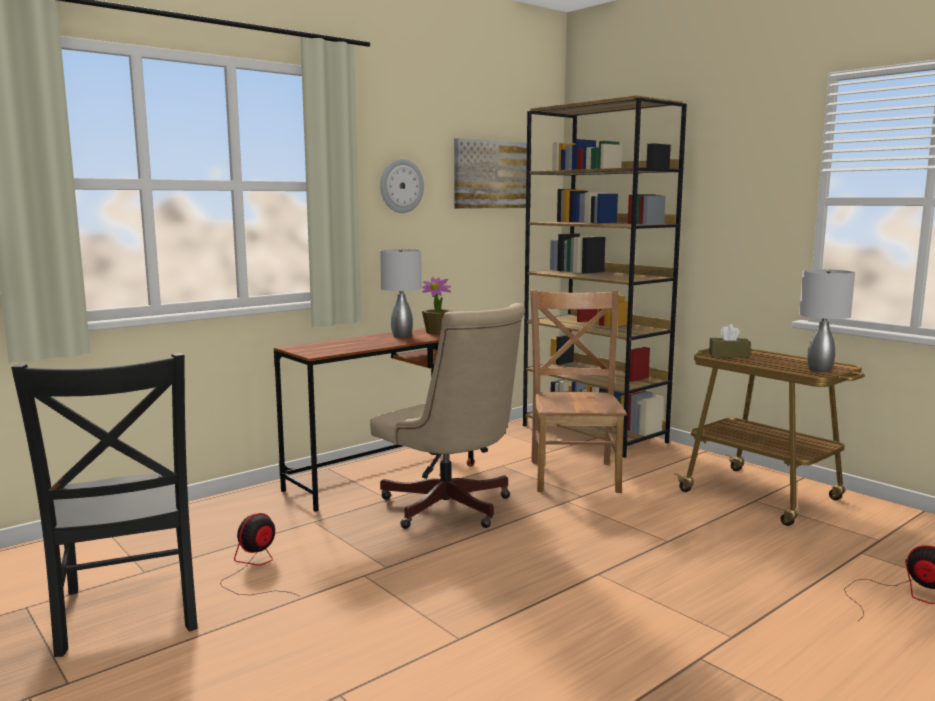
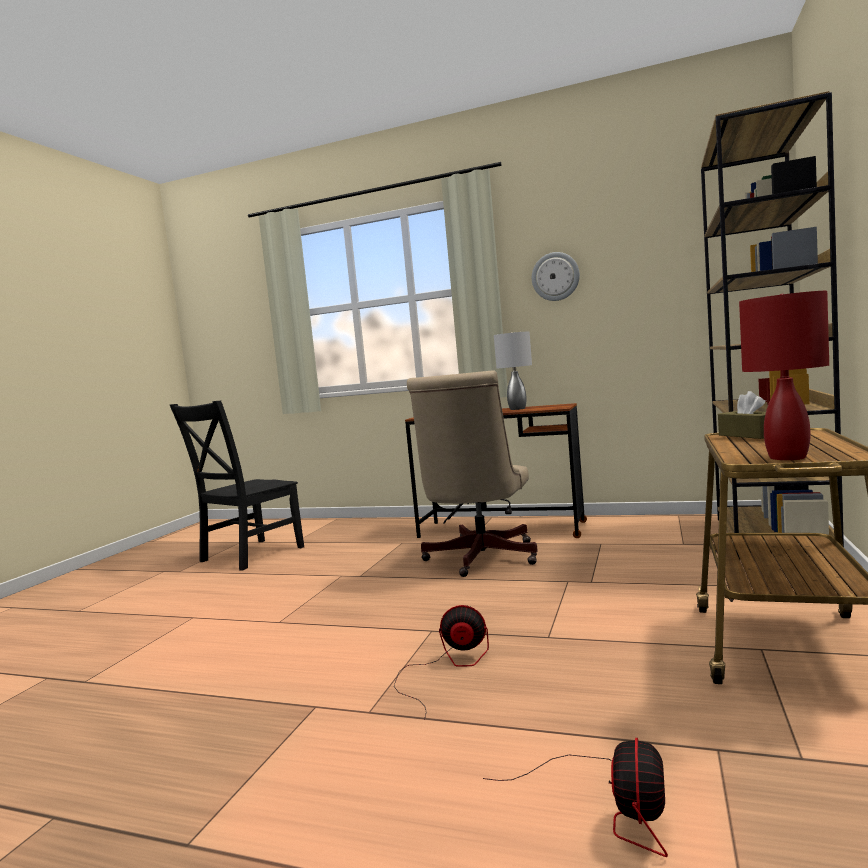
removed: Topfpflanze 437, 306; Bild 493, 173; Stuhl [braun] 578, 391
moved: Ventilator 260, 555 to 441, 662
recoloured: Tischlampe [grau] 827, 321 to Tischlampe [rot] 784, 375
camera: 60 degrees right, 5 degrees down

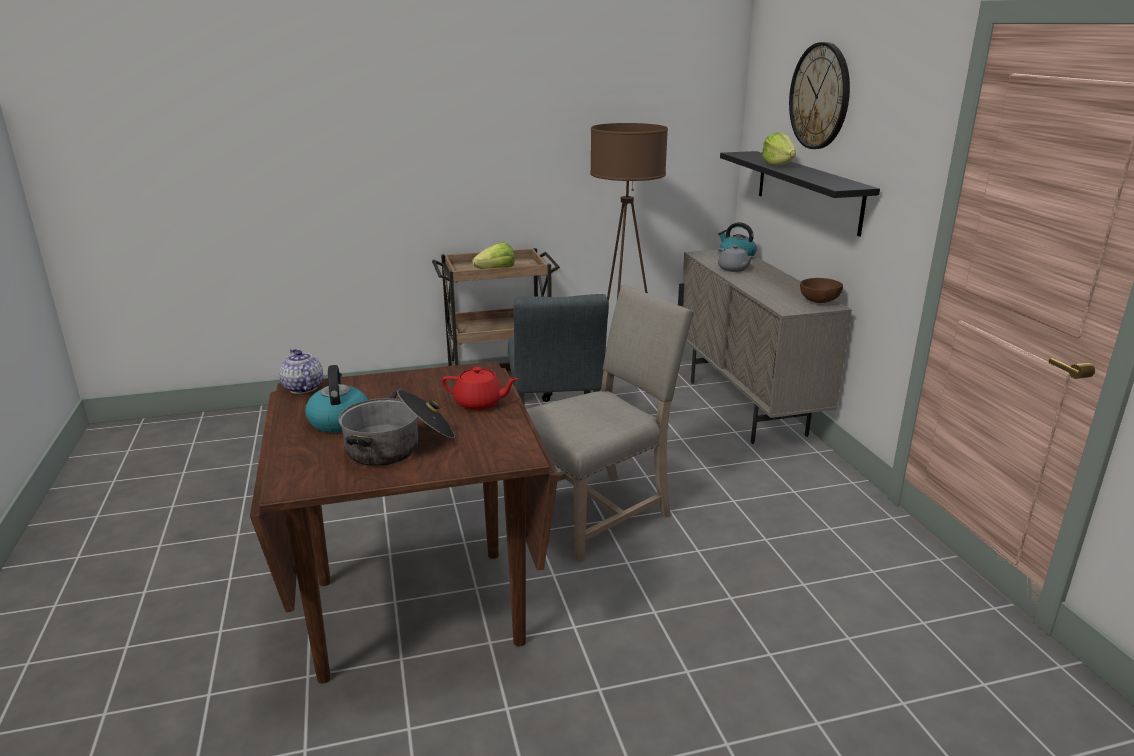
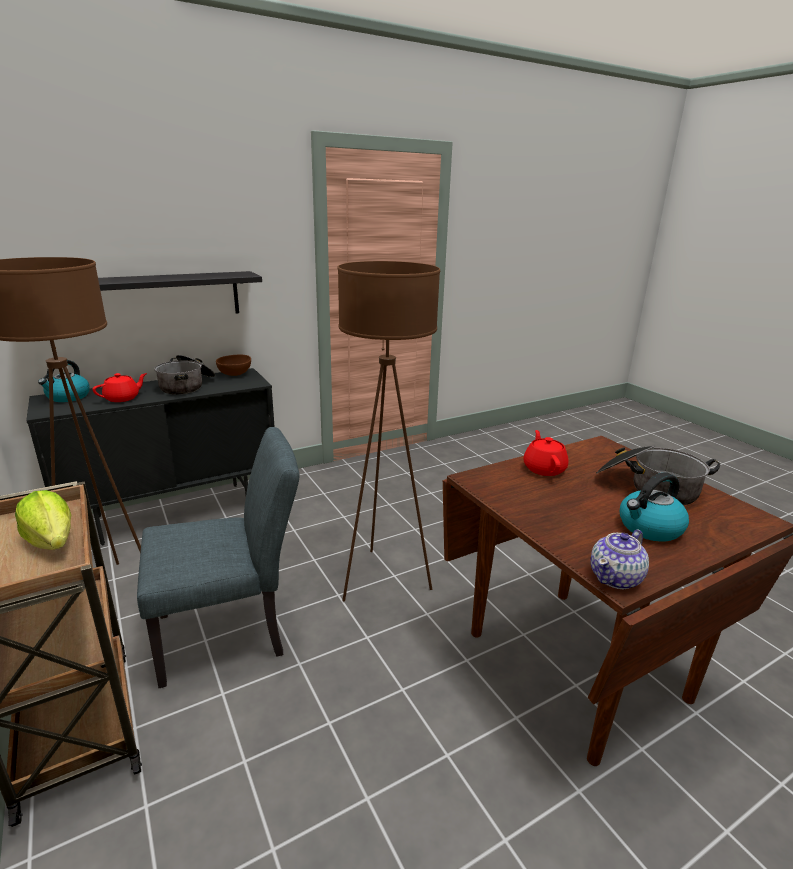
removed: Salatkopf 779, 149; Wanduhr 819, 95
added: Kochtopf 184, 375
replaced: Stuhl [beige] 610, 423 to Stehlampe [braun] 388, 431
recoloured: Schrank [beige] 765, 347 to Schrank [schwarz] 150, 456; Teekanne [grau] 736, 258 to Teekanne [rot] 119, 387
camera: 105 degrees left, 0 degrees up

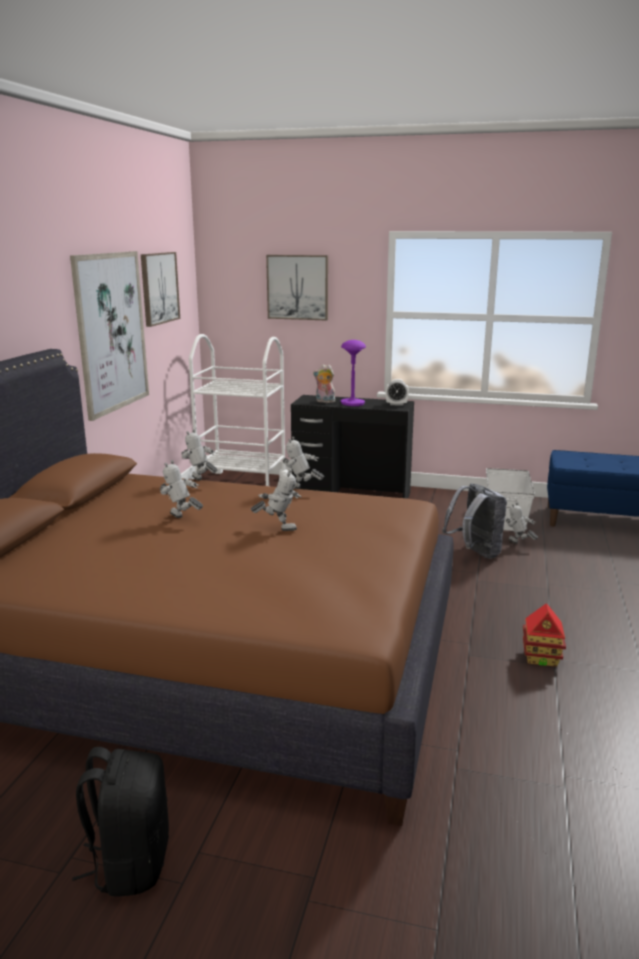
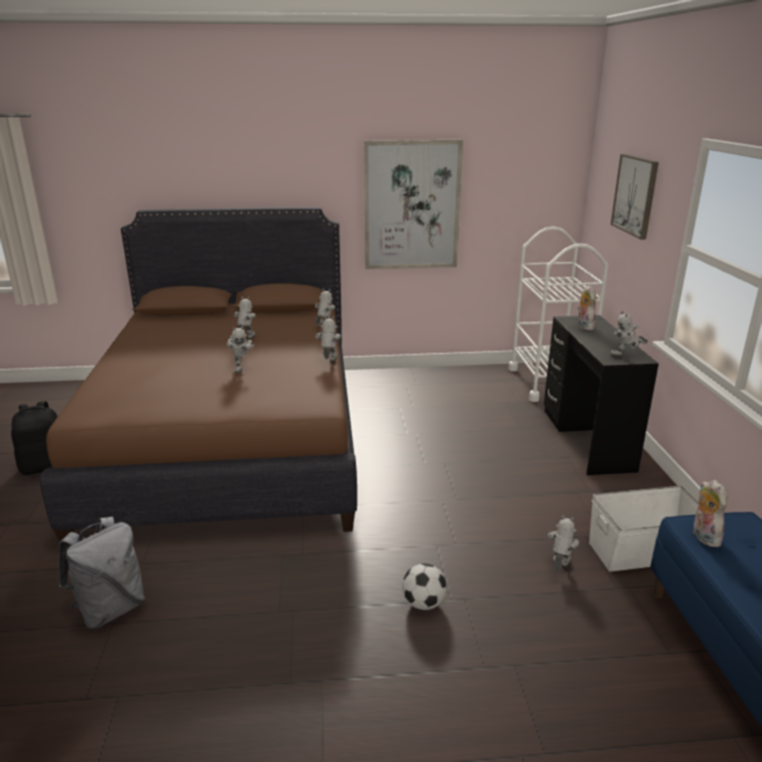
removed: Bild 160, 289; Tischlampe [lila] 353, 373; Spielzeughaus 544, 635
added: Fußball 424, 586; Plüschtier 710, 513
moved: Rucksack [grau] 474, 521 to 102, 573
replaced: Wecker 397, 392 to Spielzeugroboter 629, 334
camera: 70 degrees right, 5 degrees up

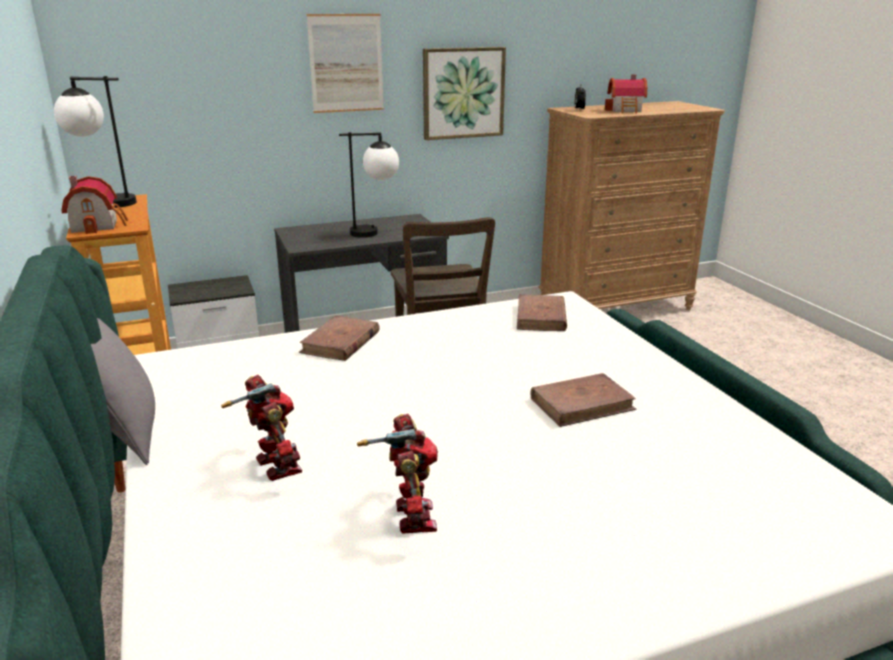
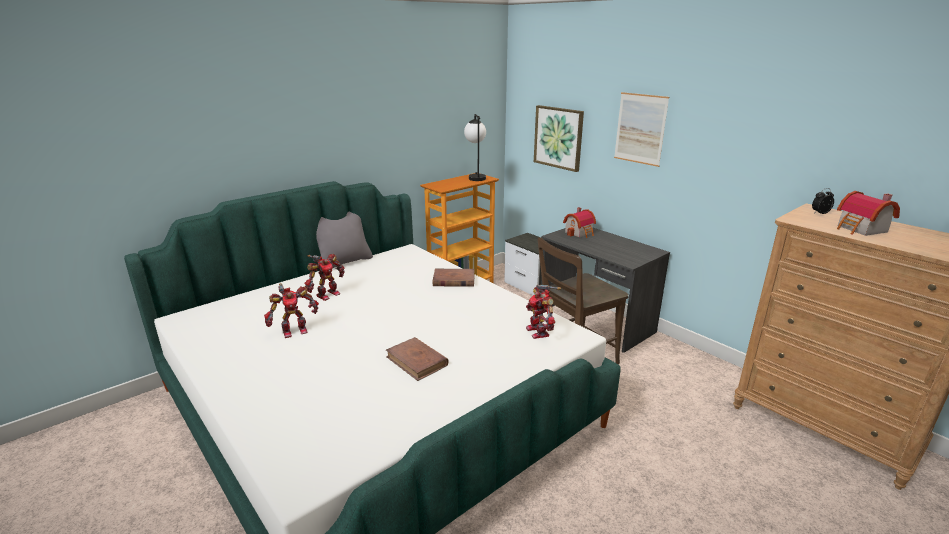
removed: Tischlampe 369, 185
moved: Bild 464, 93 to 559, 138; Spielzeughaus 95, 205 to 579, 222
replaced: Buch [braun] 542, 312 to Spielzeugroboter 543, 312
camera: 70 degrees right, 0 degrees up

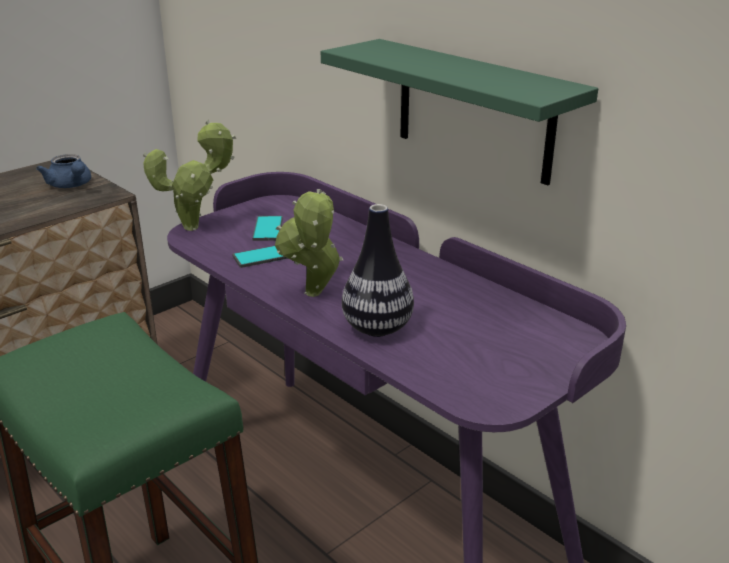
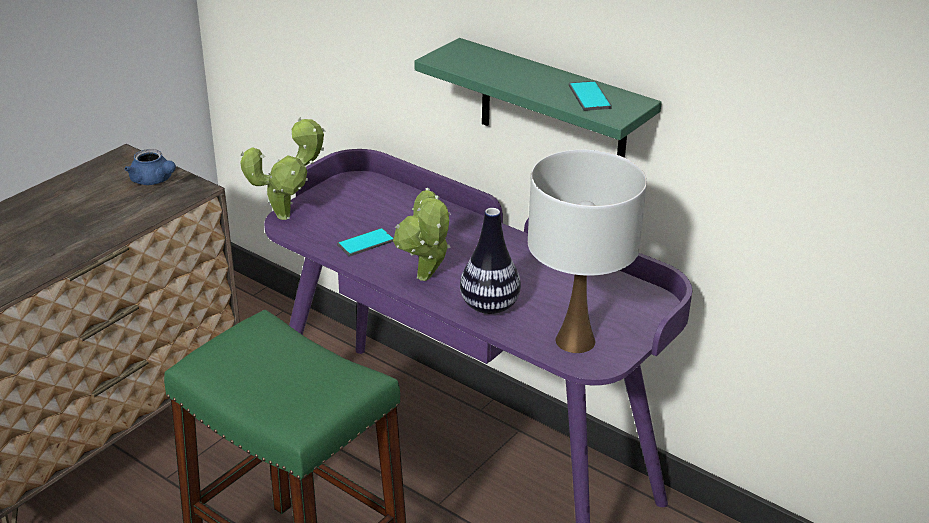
added: Tischlampe [weiß] 587, 251
moved: Handy 267, 228 to 590, 96
camera: 10 degrees left, 5 degrees up

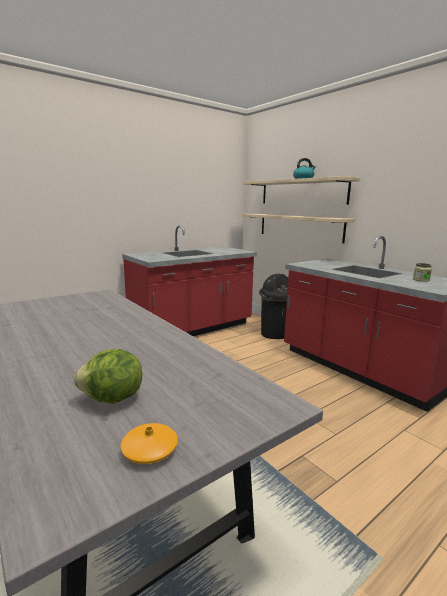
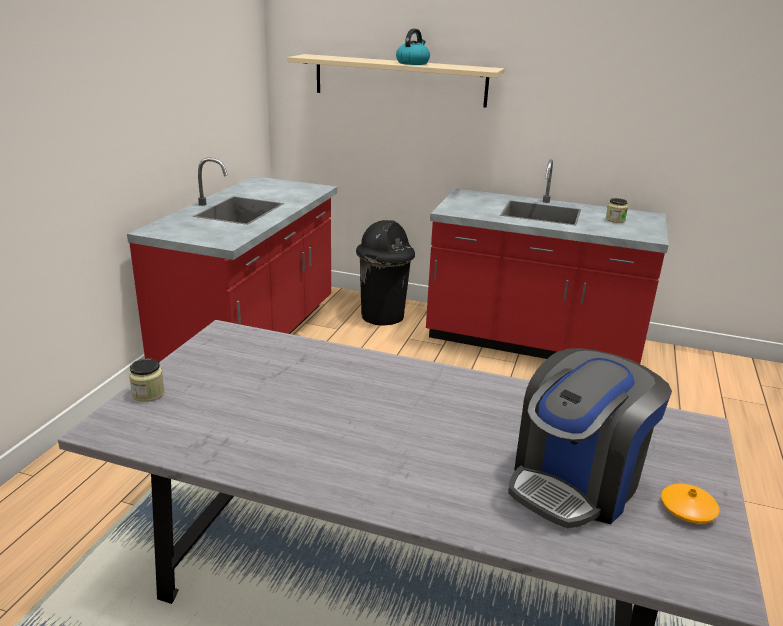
removed: Wandregal [beige] 298, 228
added: Vorratsglas 147, 380
replaced: Salatkopf 108, 376 to Kaffeemaschine 590, 438
camera: 35 degrees left, 10 degrees up

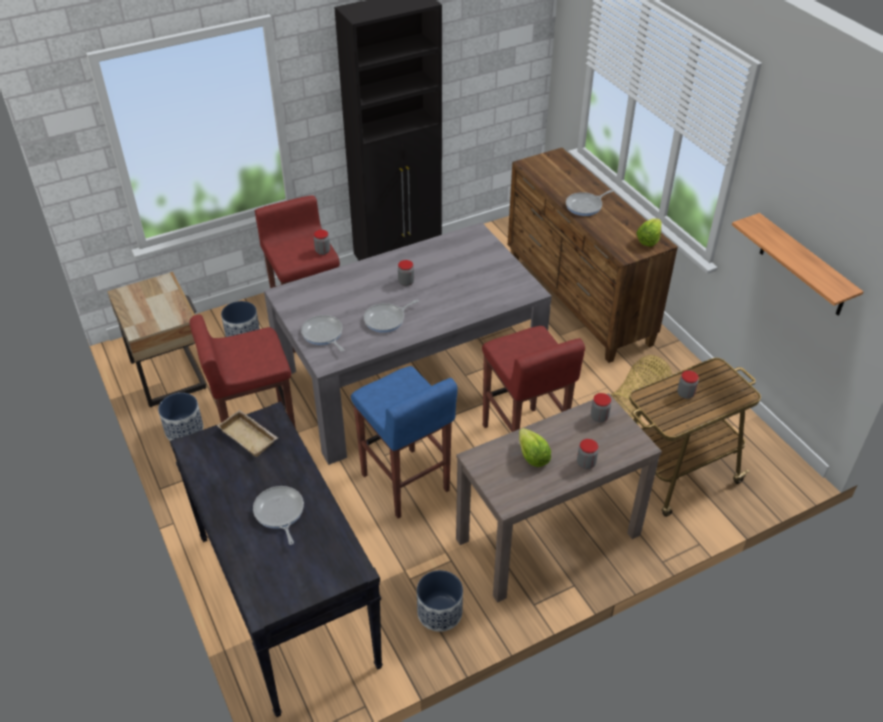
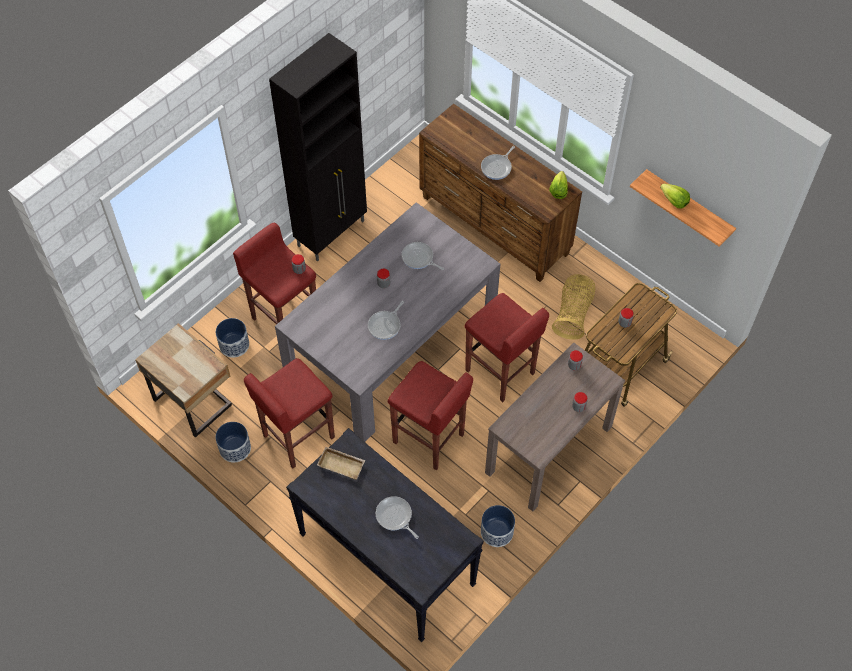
moved: Pfanne 322, 333 to 423, 256; Salatkopf 535, 447 to 675, 196
recoloured: Hocker [blau] 404, 442 to Hocker [rot] 430, 415
camera: 20 degrees left, 15 degrees up

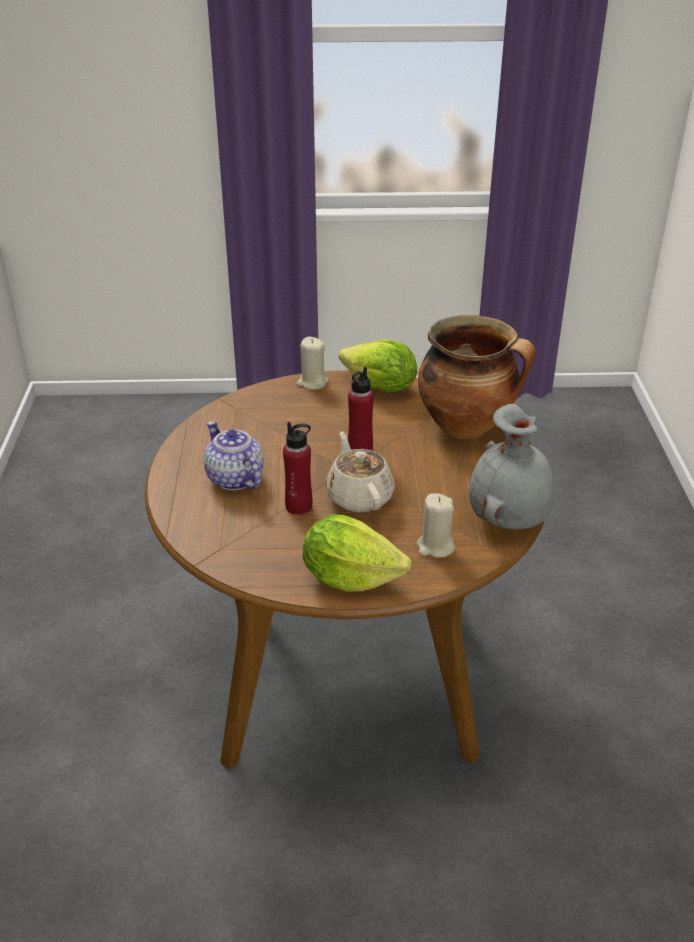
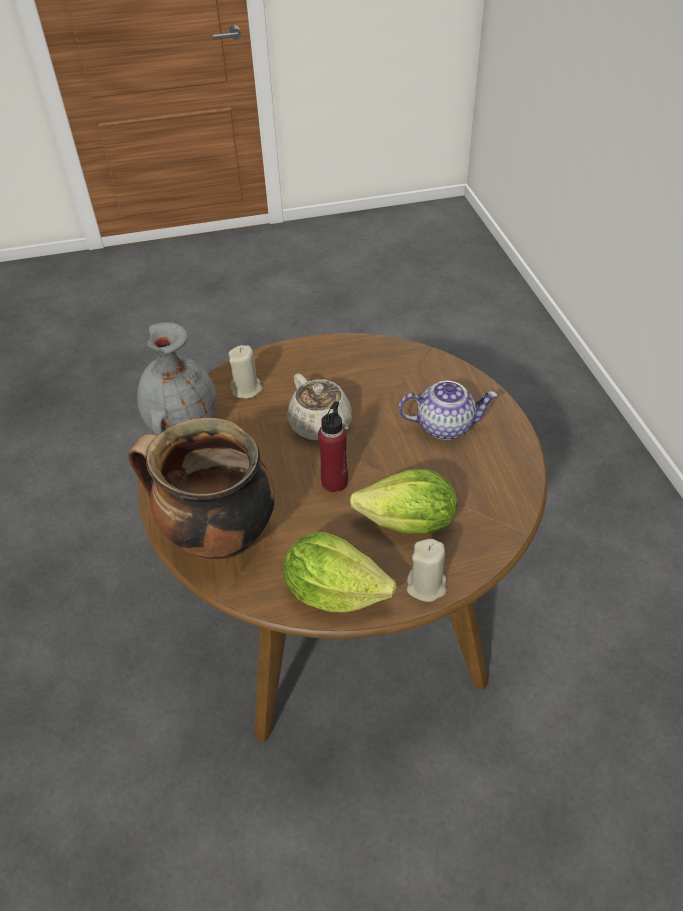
removed: Flasche [rot] 297, 468
moved: Salatkopf 357, 553 to 404, 501
turned: Teekanne 234, 456 = 447, 410 45 degrees counterclockwise
camera: 170 degrees right, 10 degrees up

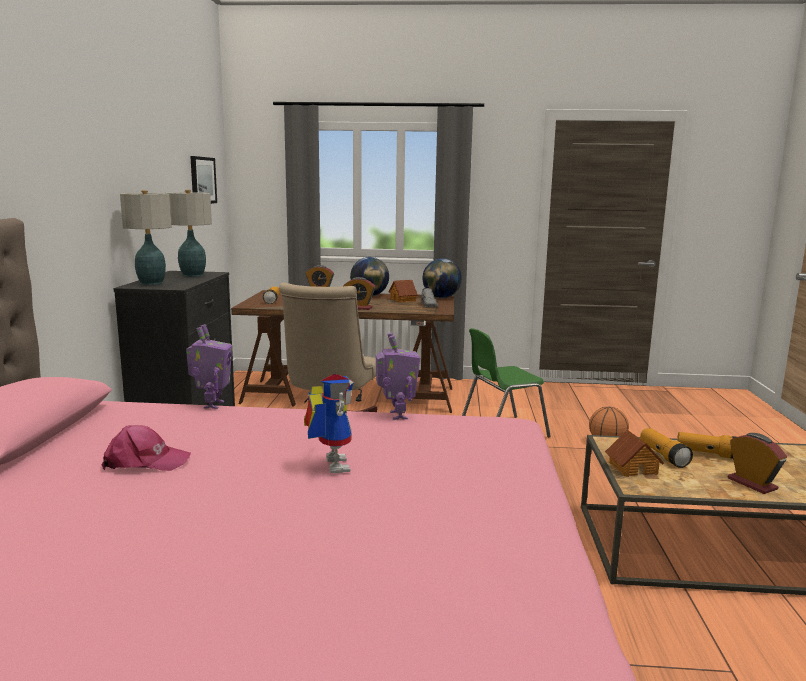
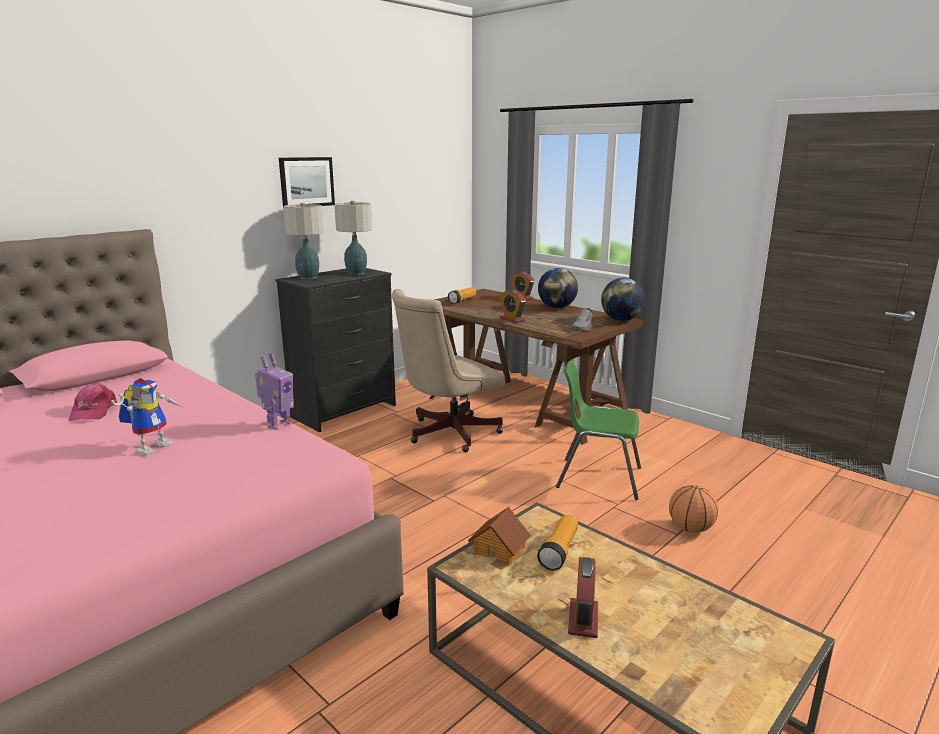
removed: Spielzeugroboter 209, 366; Spielzeughaus 403, 291; Taschenlampe 706, 445
moved: Bild 203, 180 to 307, 181
turned: Kappe [rosa] 146, 448 = 93, 402 45 degrees clockwise
camera: 40 degrees right, 5 degrees up

